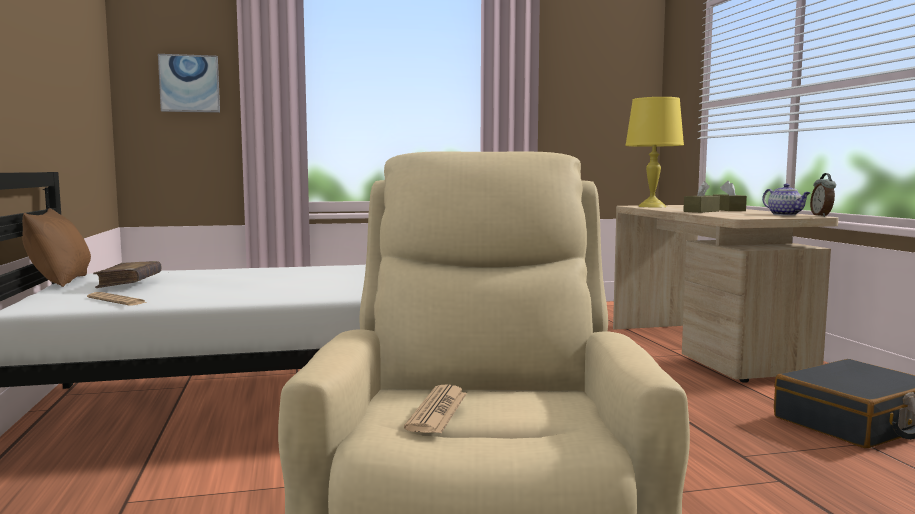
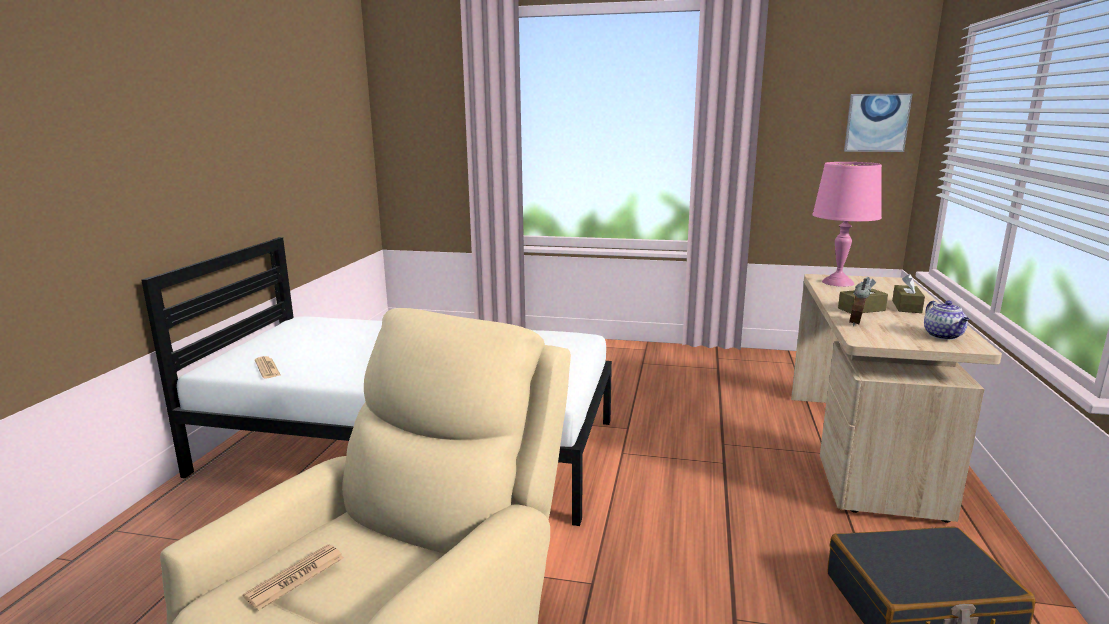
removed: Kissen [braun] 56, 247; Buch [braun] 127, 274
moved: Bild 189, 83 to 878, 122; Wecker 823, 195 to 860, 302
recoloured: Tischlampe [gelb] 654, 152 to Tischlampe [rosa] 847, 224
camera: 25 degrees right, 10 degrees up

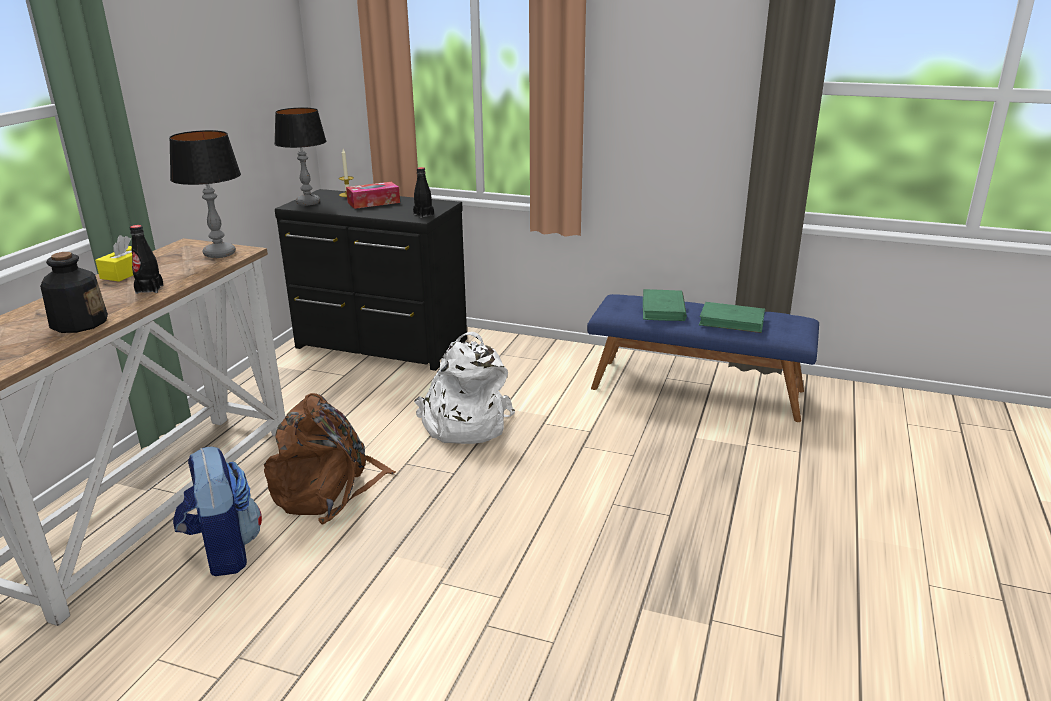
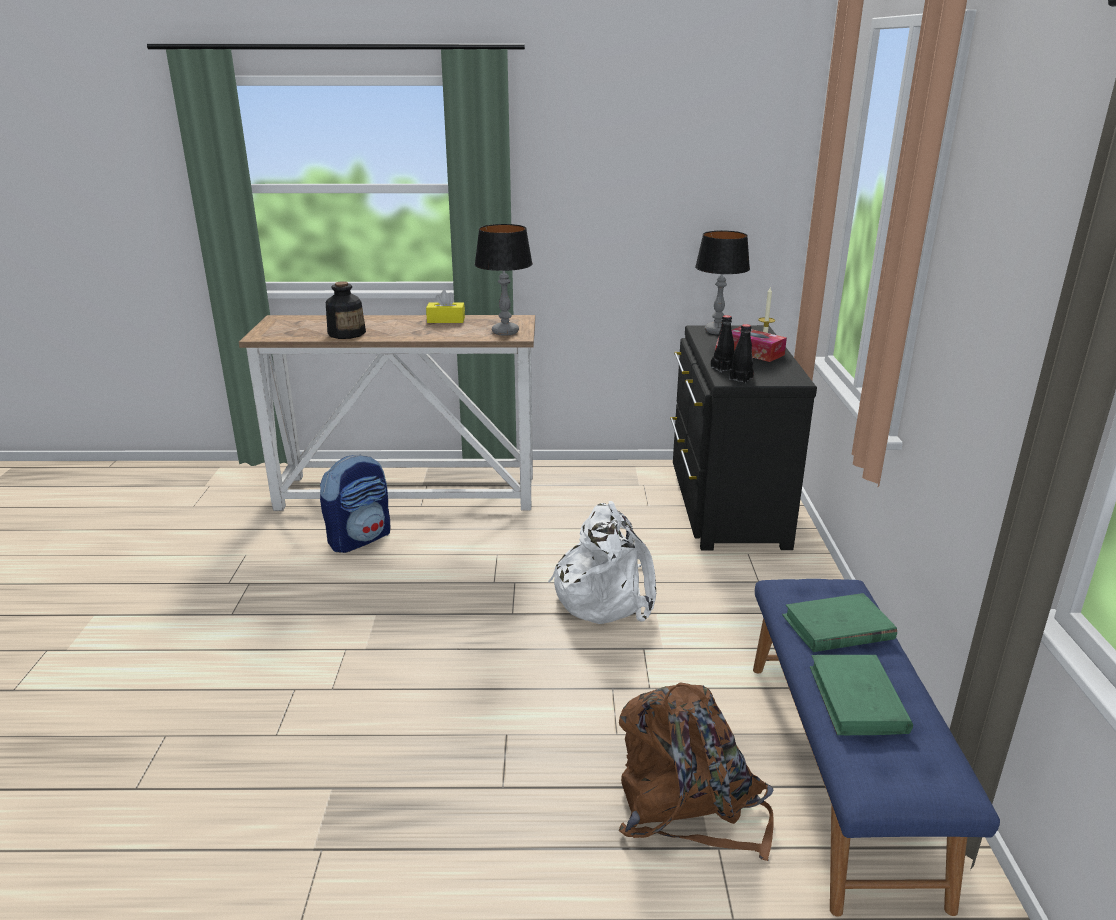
moved: Rucksack [braun] 330, 458 to 696, 771; Flasche [schwarz] 147, 259 to 722, 344
camera: 70 degrees right, 0 degrees up

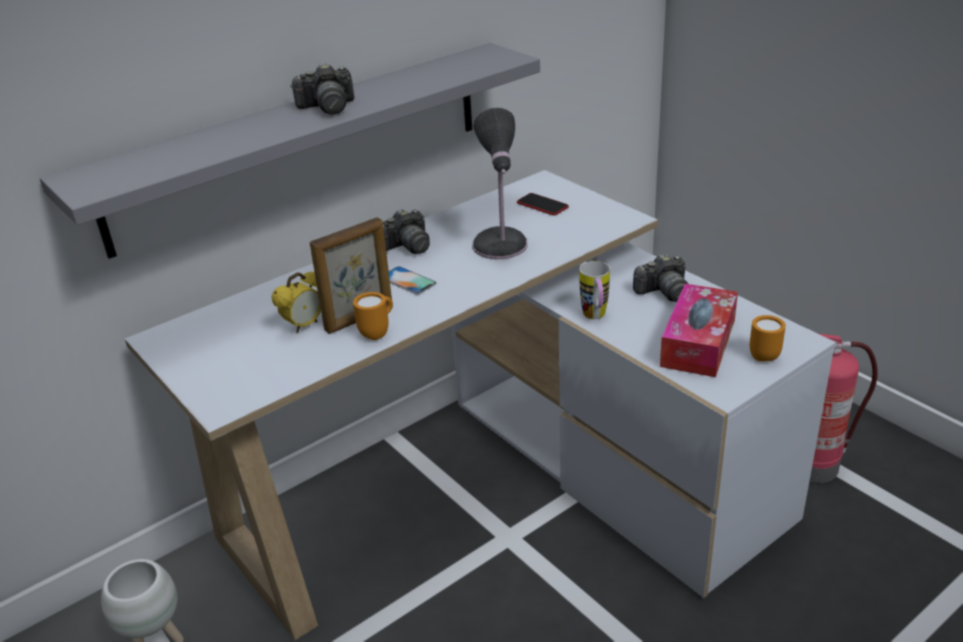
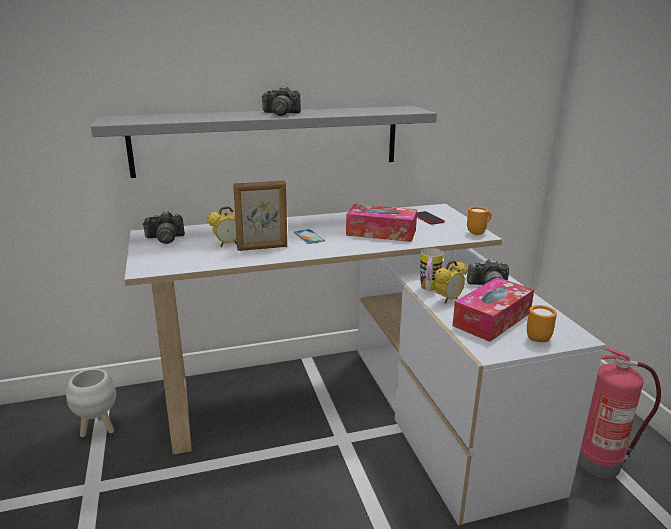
added: Wecker 450, 282
moved: Kamera 406, 231 to 163, 227; Henkelbecher [orange] 373, 316 to 479, 221
replaced: Tischlampe 500, 183 to Taschentuchbox 381, 223
camera: 20 degrees right, 10 degrees down

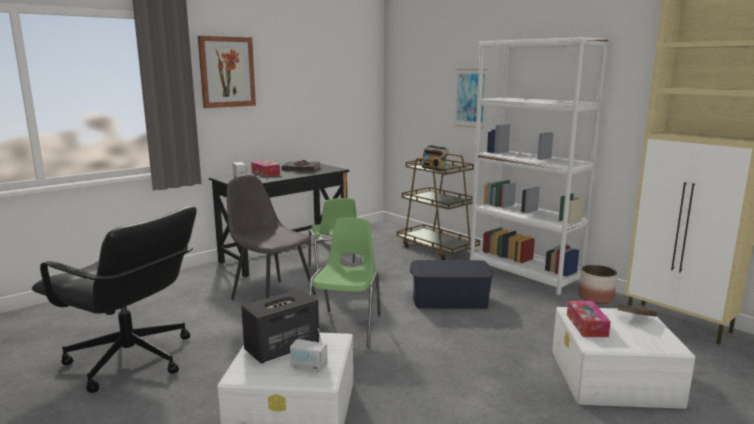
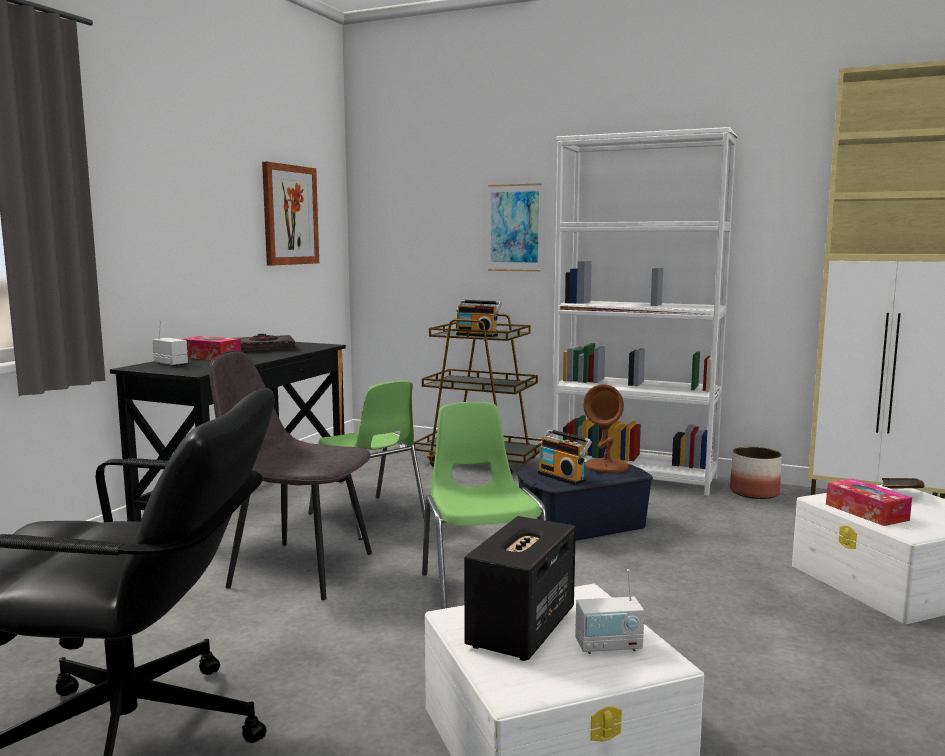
added: Radio 565, 457; Tischlampe [braun] 606, 428
moved: Bild 227, 72 to 290, 214
camera: 25 degrees left, 5 degrees down

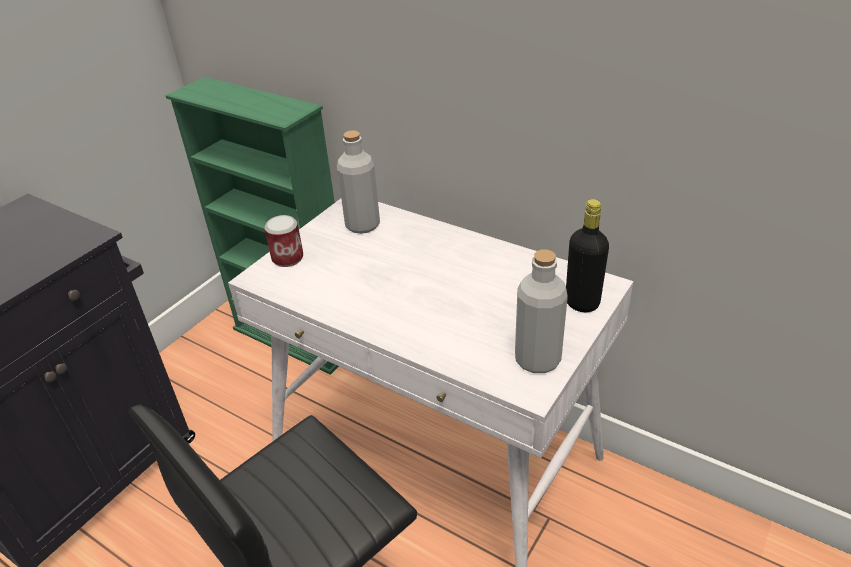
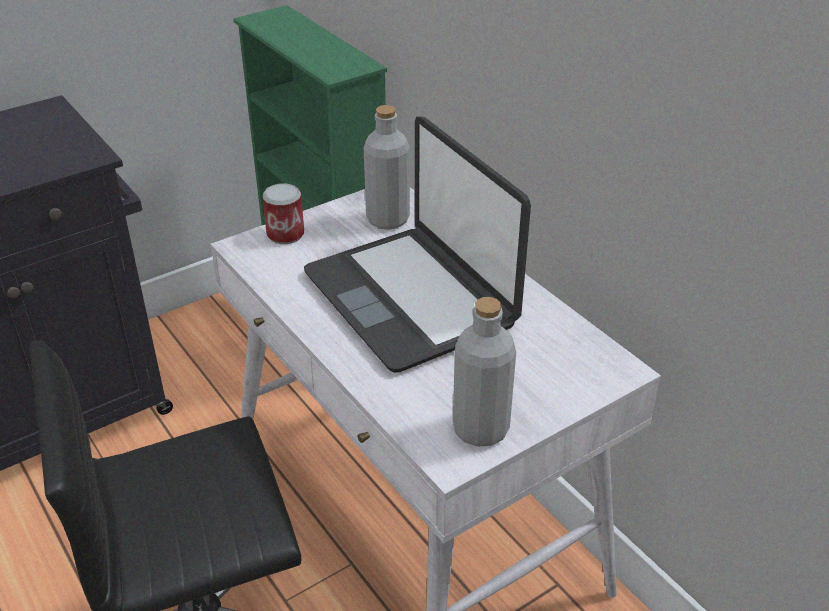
removed: Flasche [schwarz] 587, 255
added: Laptop 417, 244
camera: 20 degrees right, 0 degrees up

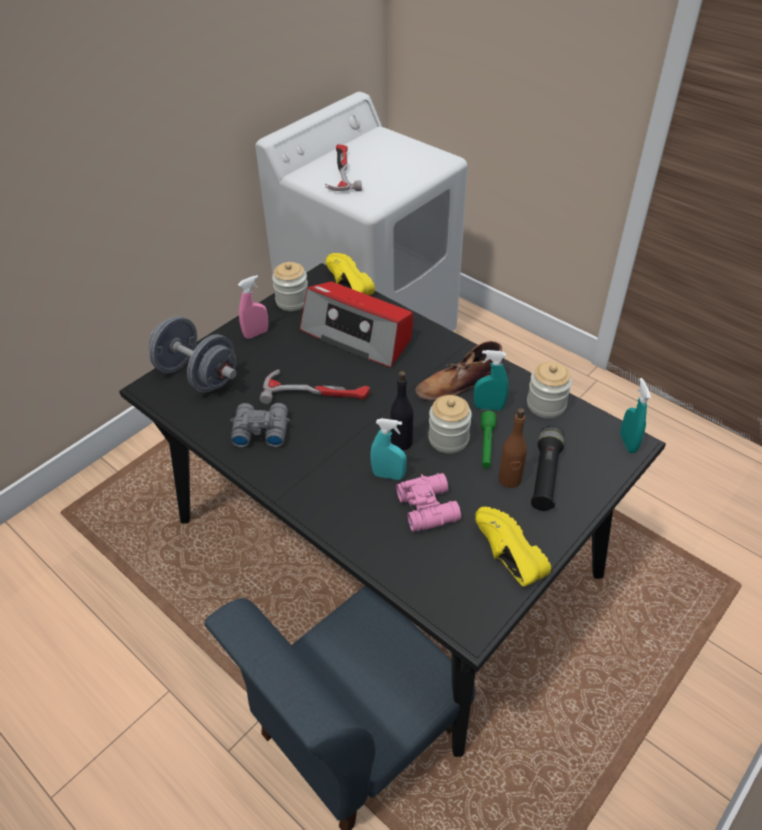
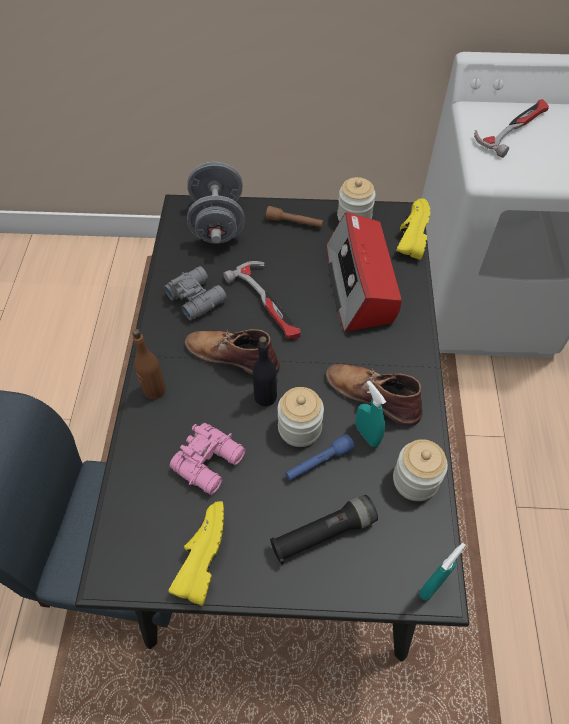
removed: Sprühflasche [türkis] 388, 449
added: Stiefel [braun] 232, 352
moved: Flasche [braun] 513, 448 to 149, 364
replaced: Sprühflasche [rosa] 253, 307 to Taschenlampe [braun] 294, 216
recoloured: Taschenlampe [grün] 488, 439 to Taschenlampe [blau] 320, 457
camera: 50 degrees right, 10 degrees up

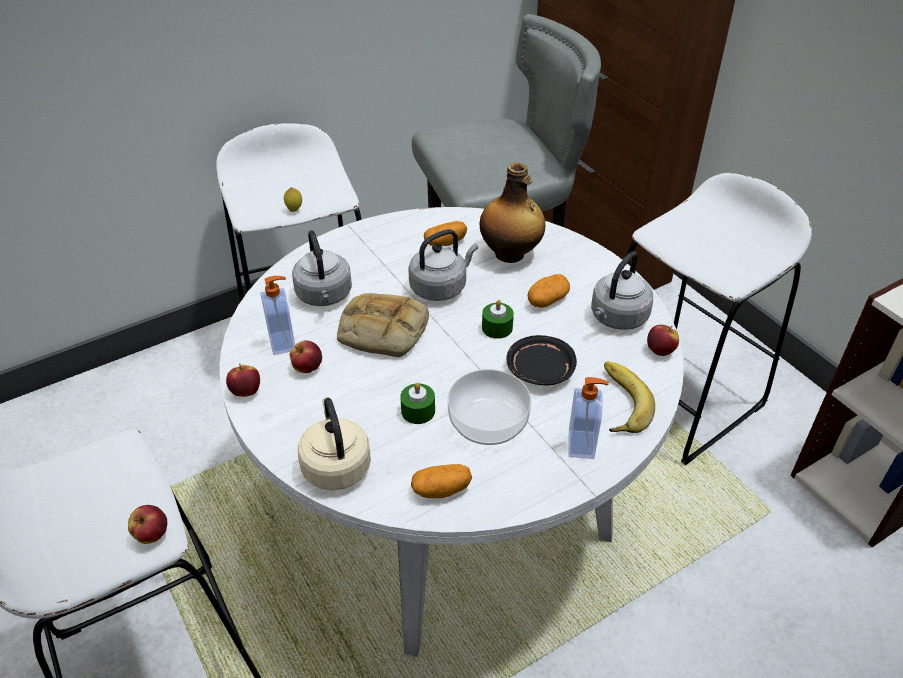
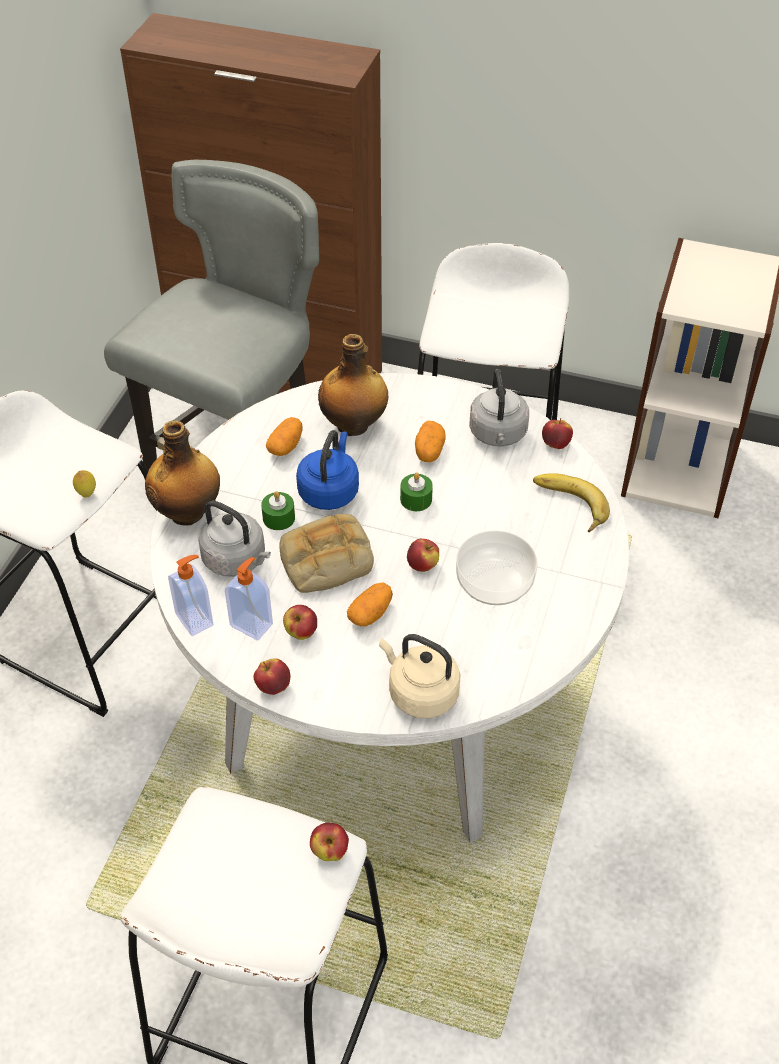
removed: Teller [schwarz] 542, 360
added: Flasche 182, 473; Apfel 423, 555
moved: Seifenspender 588, 418 to 190, 595; Kerze [grün] 417, 403 to 278, 510; Kartoffel 441, 481 to 370, 604
recoloured: Wasserkessel [grau] 443, 265 to Wasserkessel [blau] 327, 470
camera: 40 degrees left, 5 degrees up

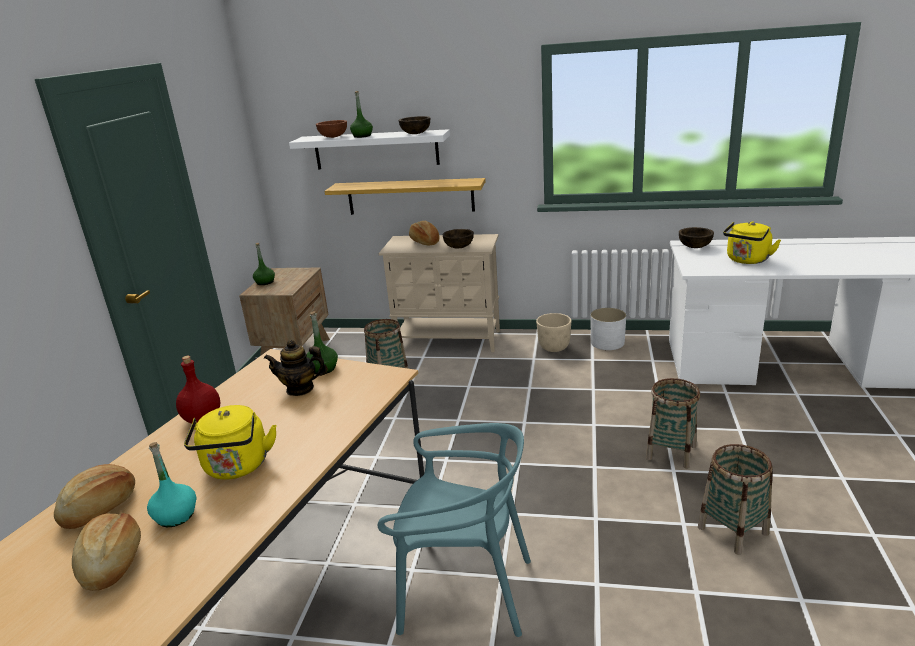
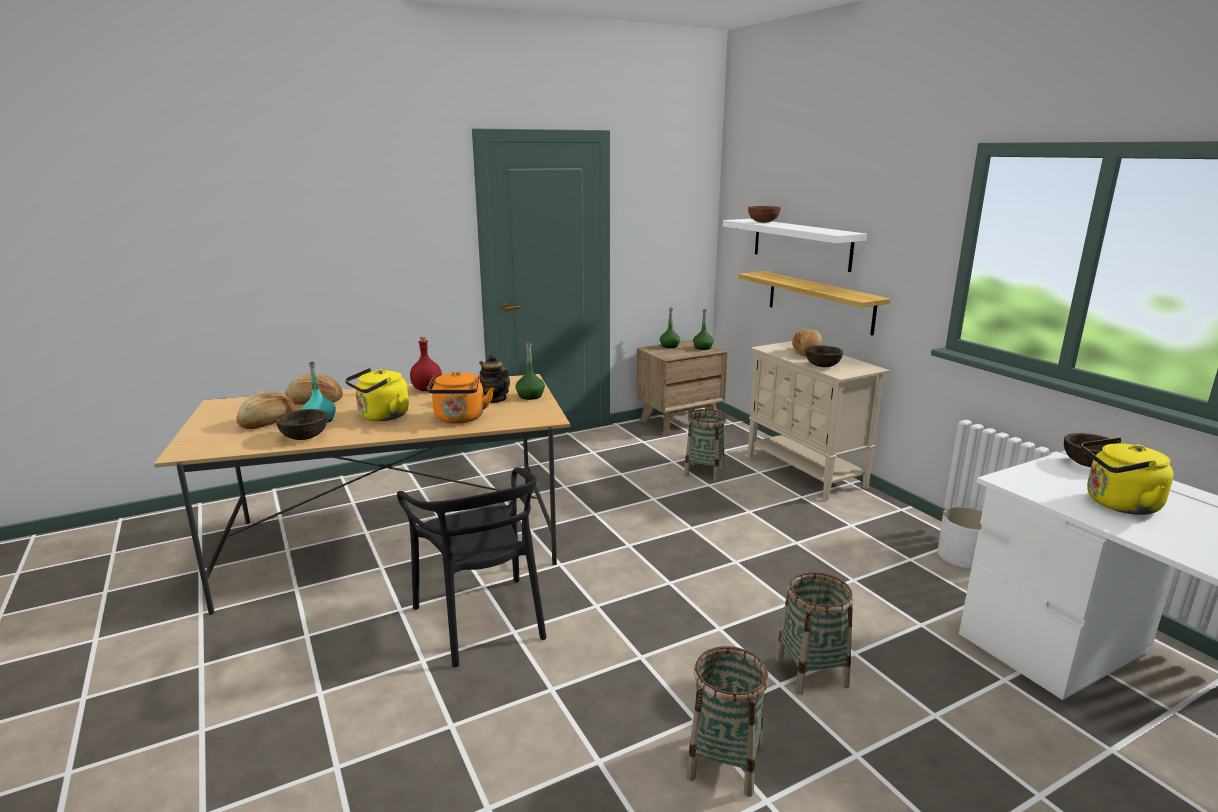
removed: Pflanzkübel [beige] 554, 332
added: Wasserkessel [orange] 460, 397
moved: Schüssel [braun] 414, 125 to 301, 424; Flasche [grün] 361, 114 to 703, 329
recoloured: Stuhl [türkis] 454, 530 to Stuhl [schwarz] 471, 567
camera: 50 degrees right, 5 degrees down

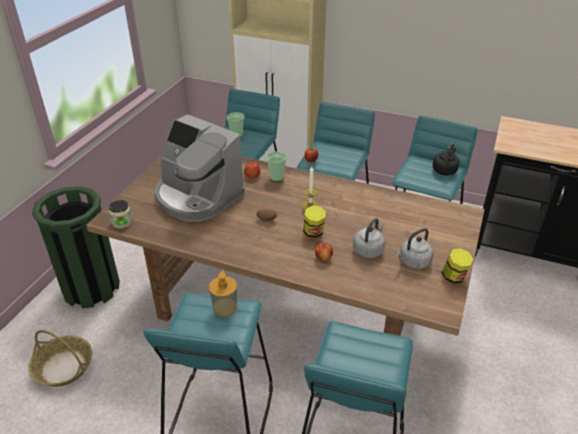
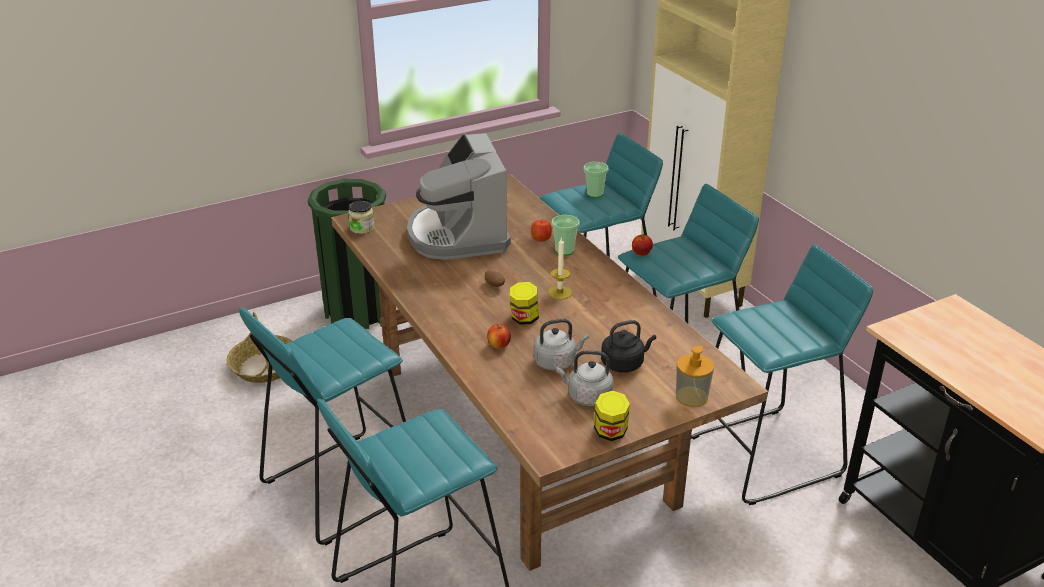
moved: Wasserkessel [schwarz] 446, 158 to 628, 346; Seifenspender 223, 294 to 695, 376
camera: 40 degrees right, 5 degrees down

